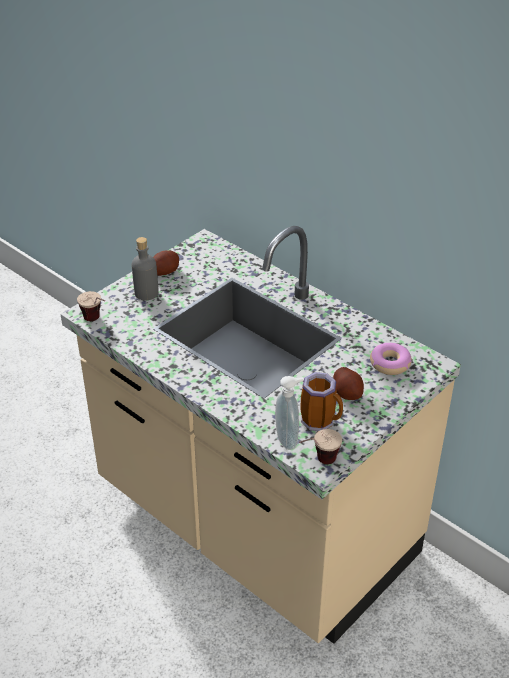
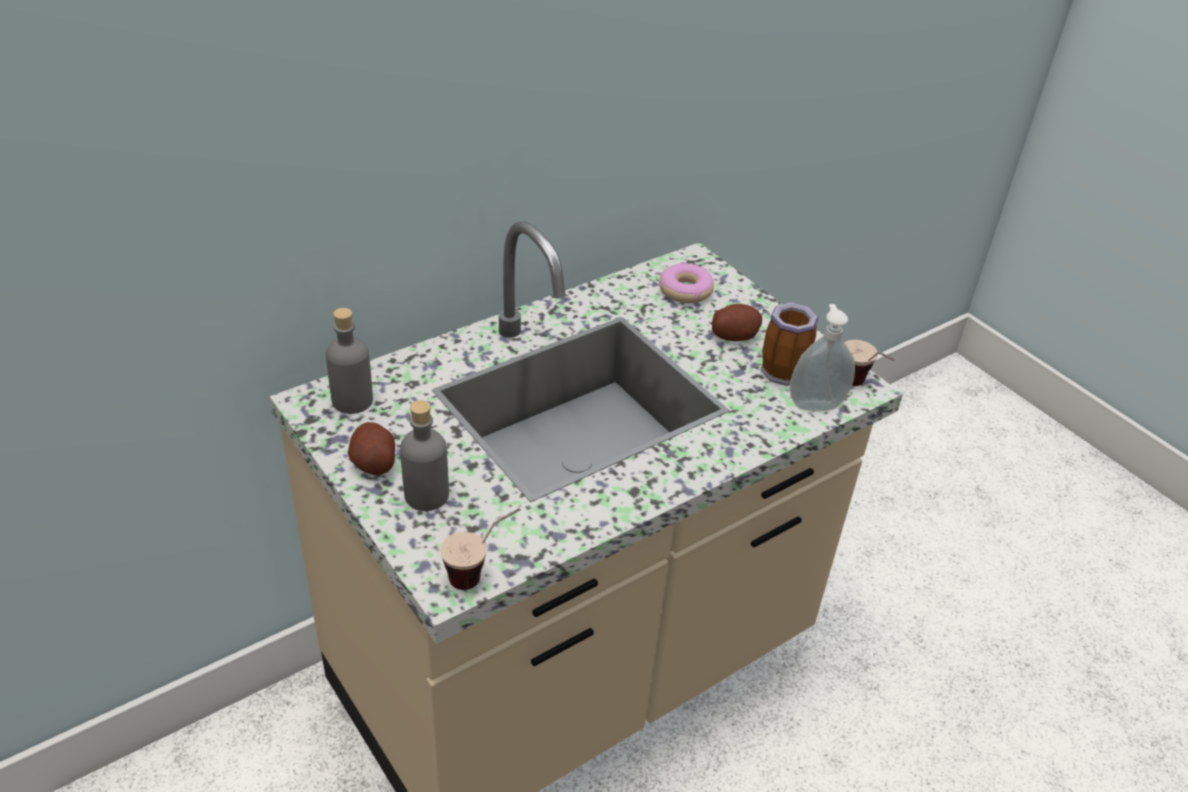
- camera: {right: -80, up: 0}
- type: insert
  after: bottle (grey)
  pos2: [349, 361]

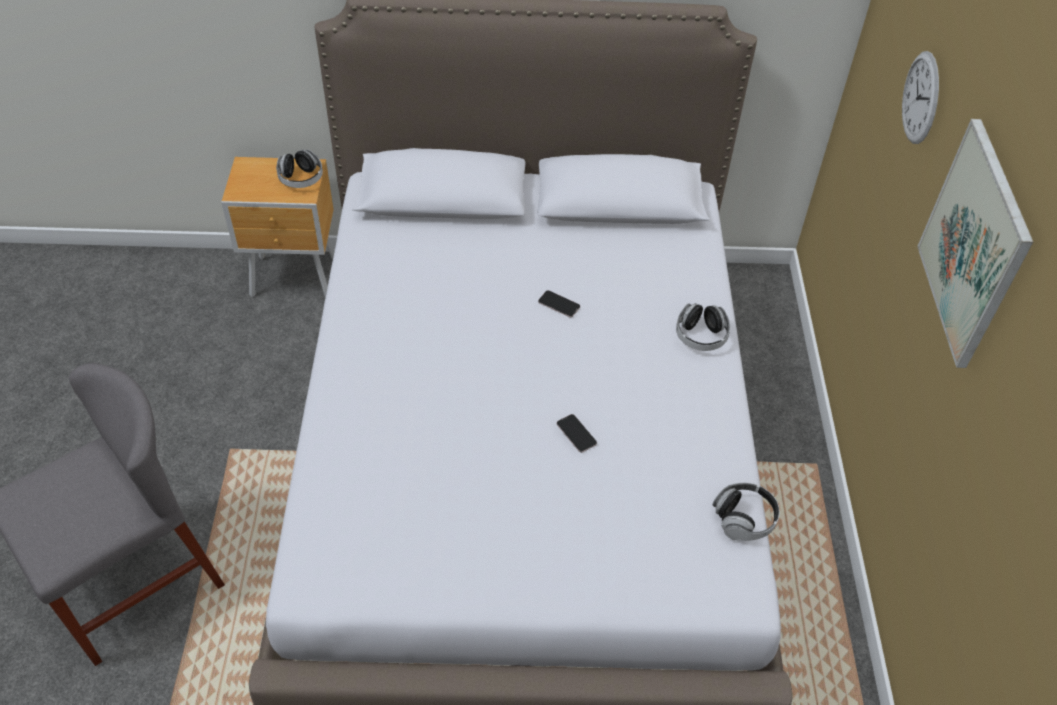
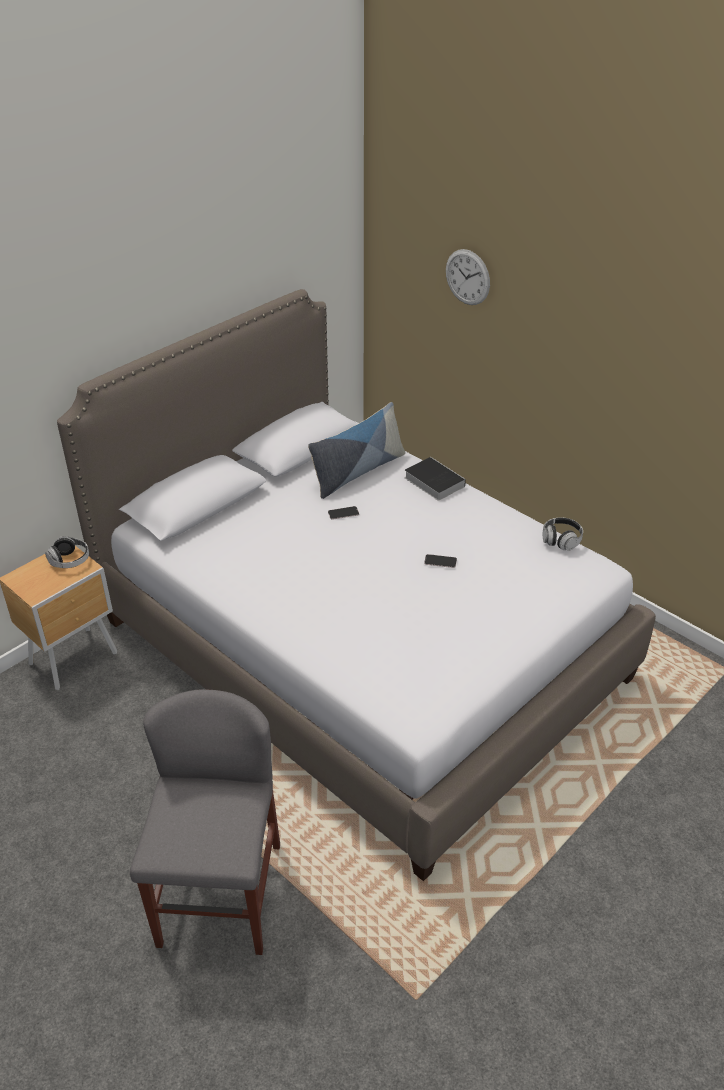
- camera: {right: -45, up: -10}
- type: insert
  after: pillow
  pos2: [356, 450]
- type: replace
  before: headphones
  after: book
  pos1: [703, 327]
  pos2: [435, 479]
- type: delete
  before: picture
  pos1: [975, 243]

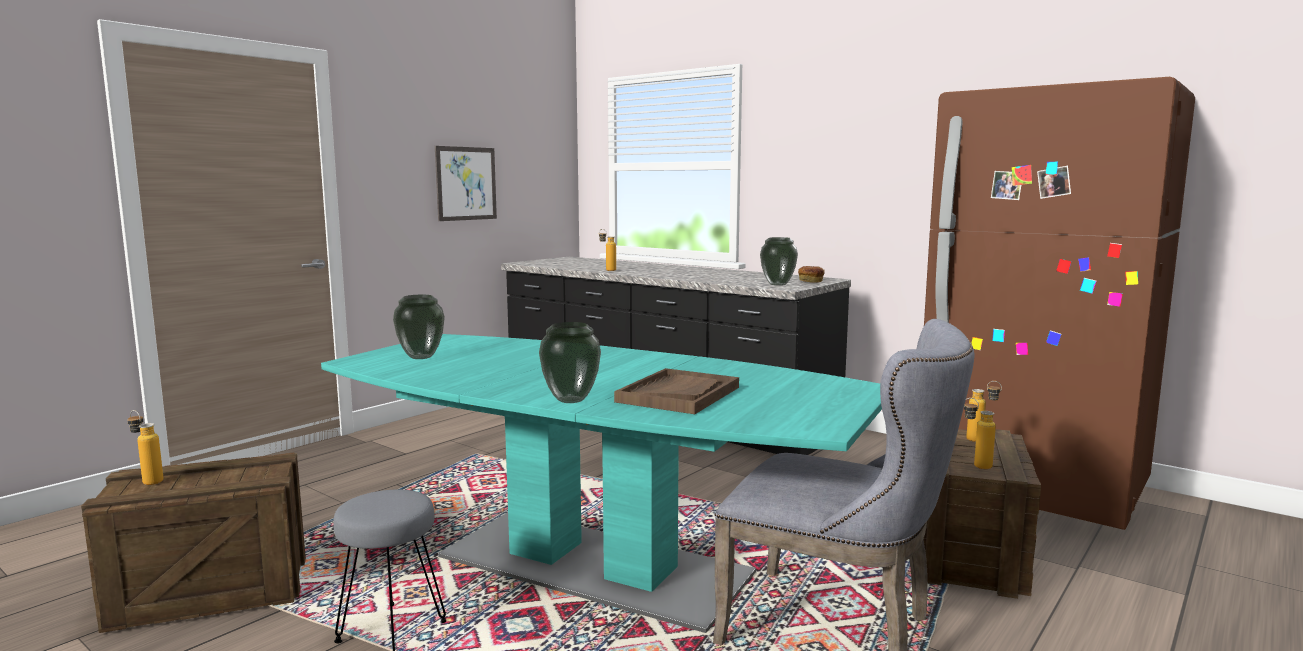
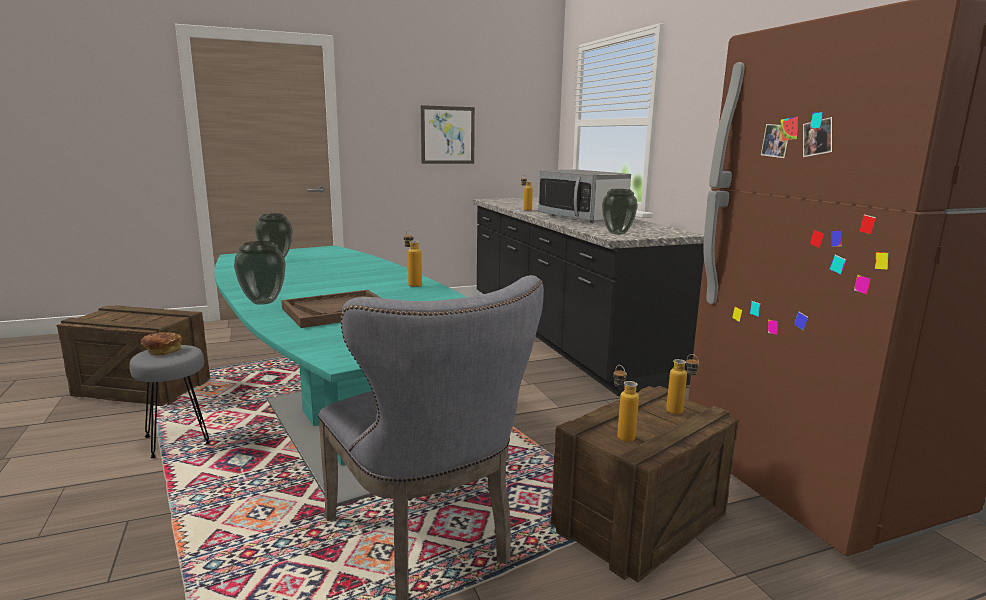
- camera: {right: 30, up: 5}
- type: move
  before: bread
  pos1: [811, 274]
  pos2: [161, 344]
- type: move
  before: bottle
  pos1: [145, 447]
  pos2: [413, 258]
- type: insert
  after: microwave
  pos2: [584, 196]

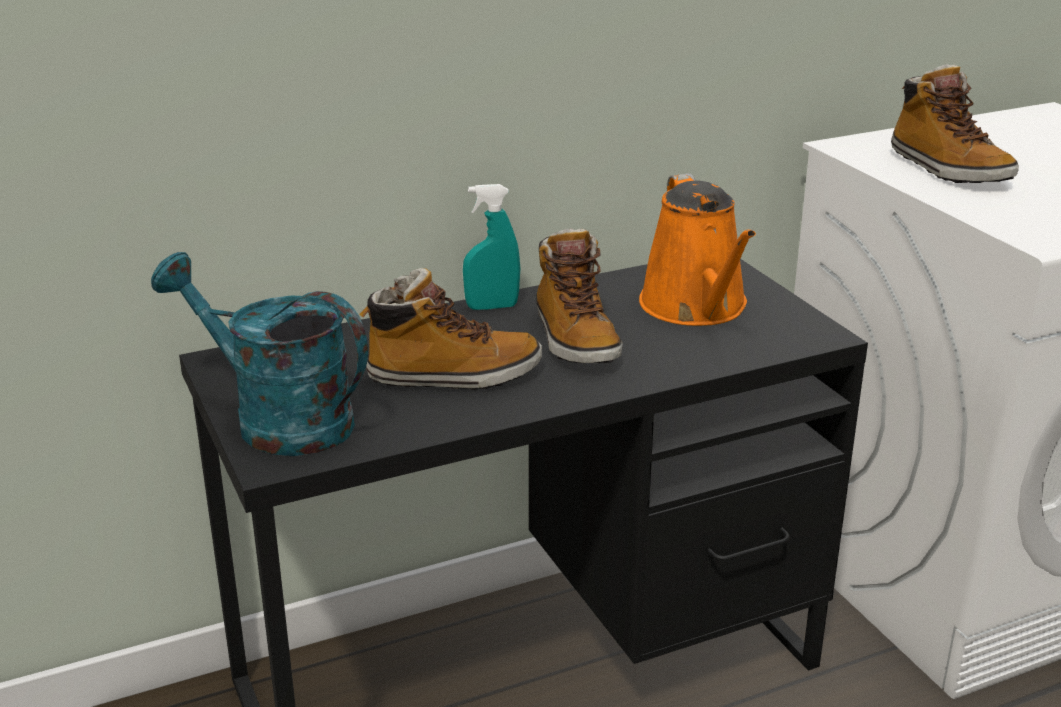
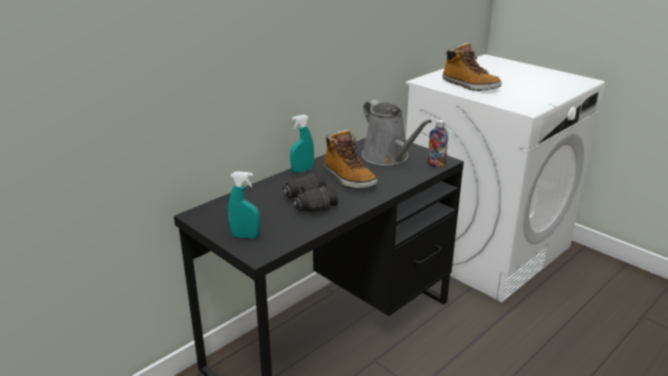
- camera: {right: -20, up: 0}
- type: replace
  before: watering can (turquoise)
  after: spray bottle (turquoise)
  pos1: [259, 354]
  pos2: [244, 204]
- type: replace
  before: boot
  after: binoculars (black)
  pos1: [451, 329]
  pos2: [310, 192]
- type: recolor
  before: watering can (orange)
  after: watering can (grey)
  pos1: [697, 249]
  pos2: [397, 133]
- type: insert
  after: bottle
  pos2: [438, 144]

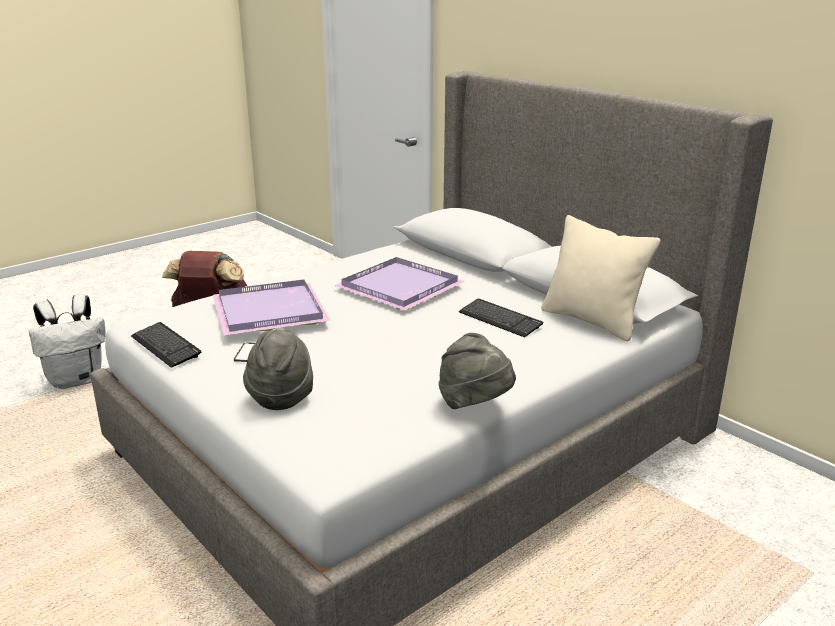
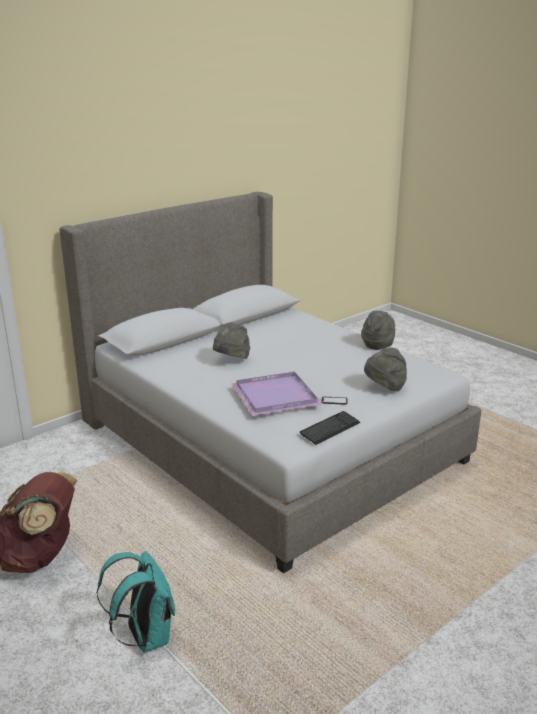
- camera: {right: -90, up: 0}
- type: recolor
  before: backpack (white)
  after: backpack (turquoise)
  pos1: [67, 341]
  pos2: [136, 601]
- type: replace
  before: tray (purple)
  after: hat (grey)
  pos1: [399, 284]
  pos2: [231, 341]
- type: delete
  before: keyboard
  pos1: [501, 318]
- type: delete
  before: pillow (beige)
  pos1: [601, 278]

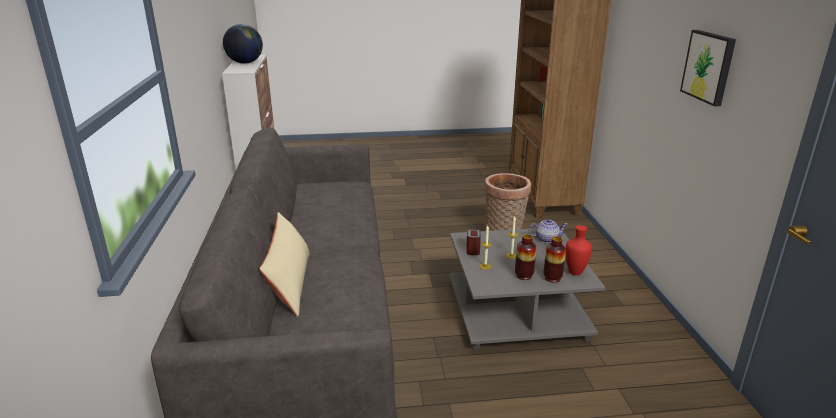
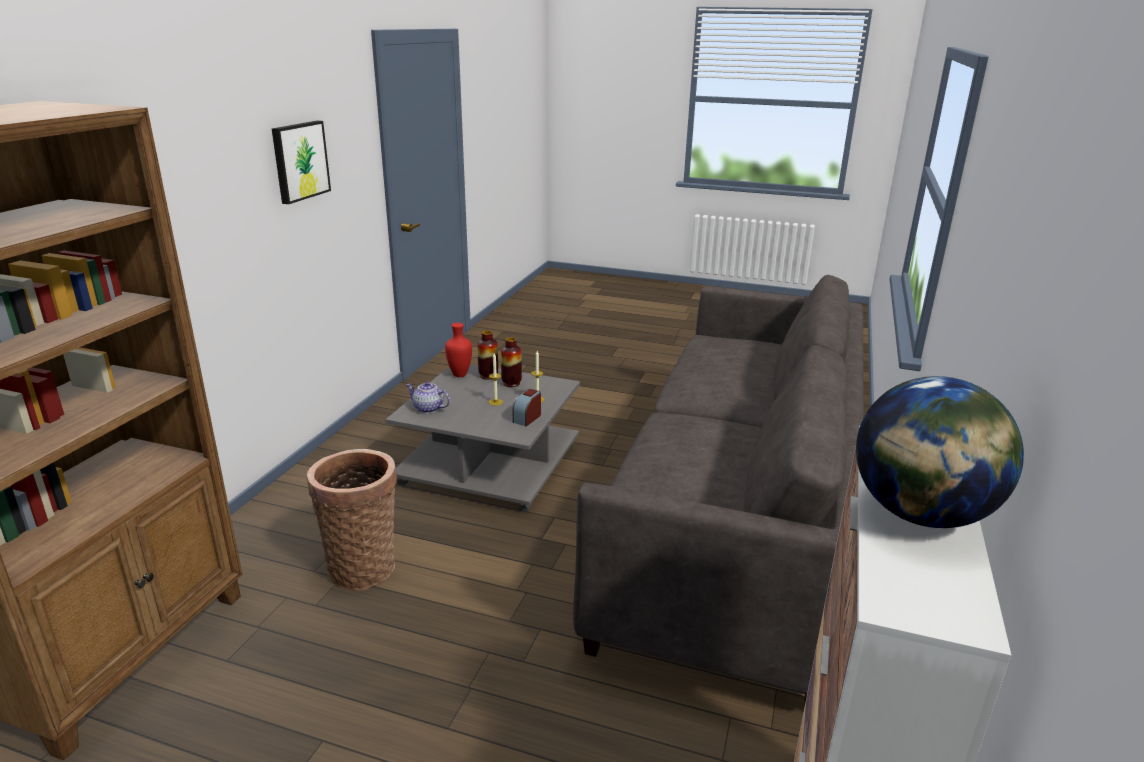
- camera: {right: -155, up: 0}
- type: delete
  before: pillow (beige)
  pos1: [284, 264]

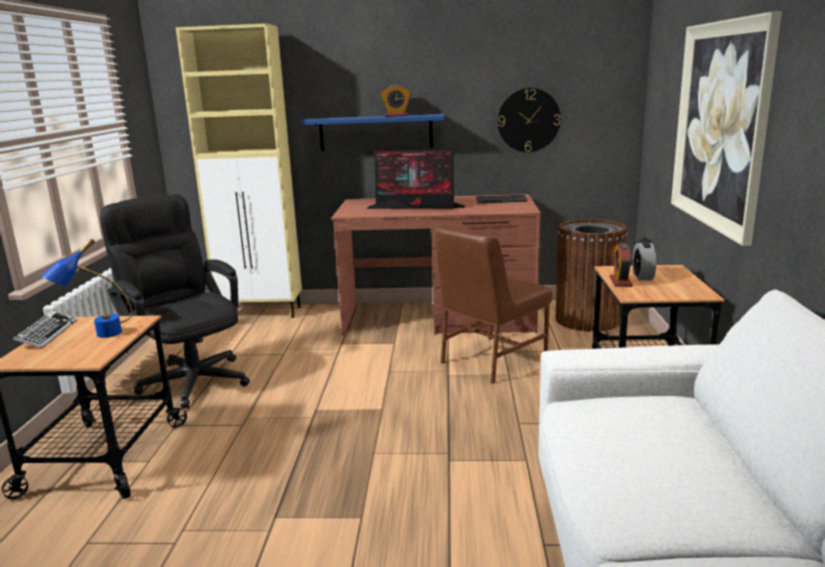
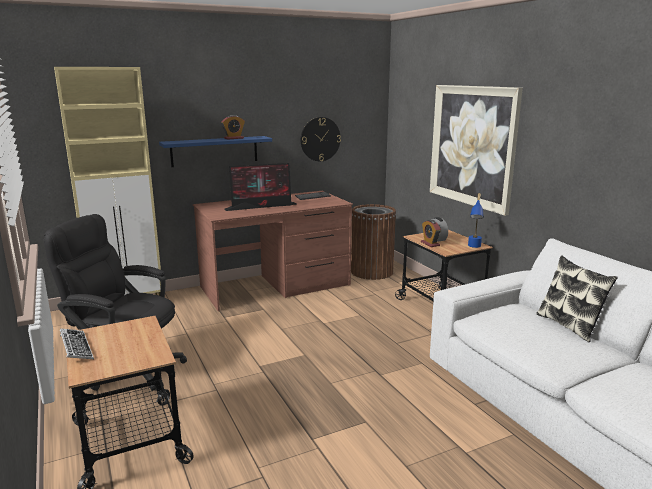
- camera: {right: -30, up: 0}
- type: move
  before: table lamp (blue)
  pos1: [86, 288]
  pos2: [475, 220]
- type: insert
  after: pillow
  pos2: [577, 298]
- type: delete
  before: chair (brown)
  pos1: [493, 305]

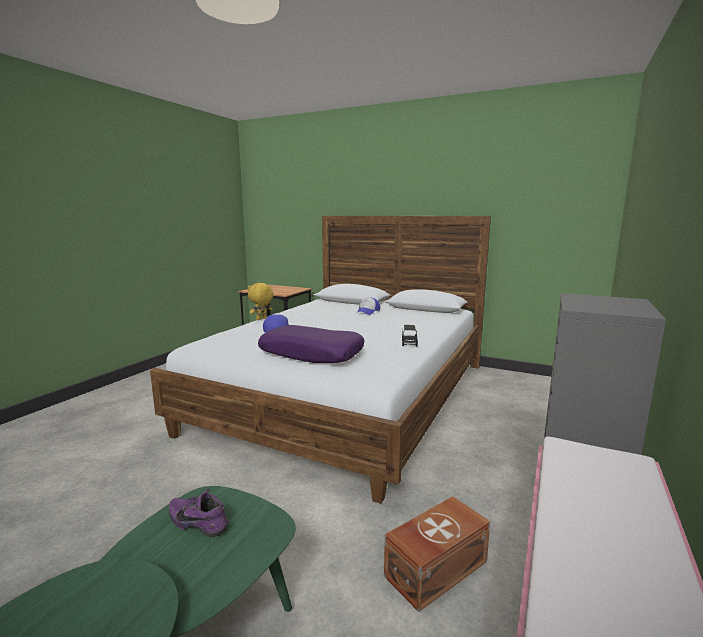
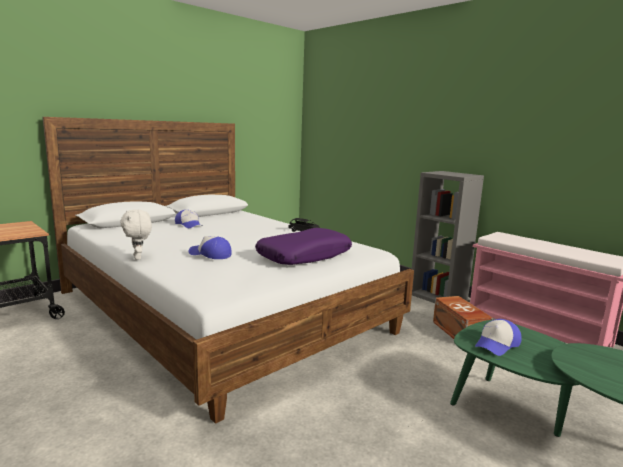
- camera: {right: -70, up: 0}
- type: recolor
  before: plush toy (yellow)
  after: plush toy (white)
  pos1: [261, 301]
  pos2: [136, 234]
- type: replace
  before: shoe (purple)
  after: cap
  pos1: [199, 513]
  pos2: [498, 337]

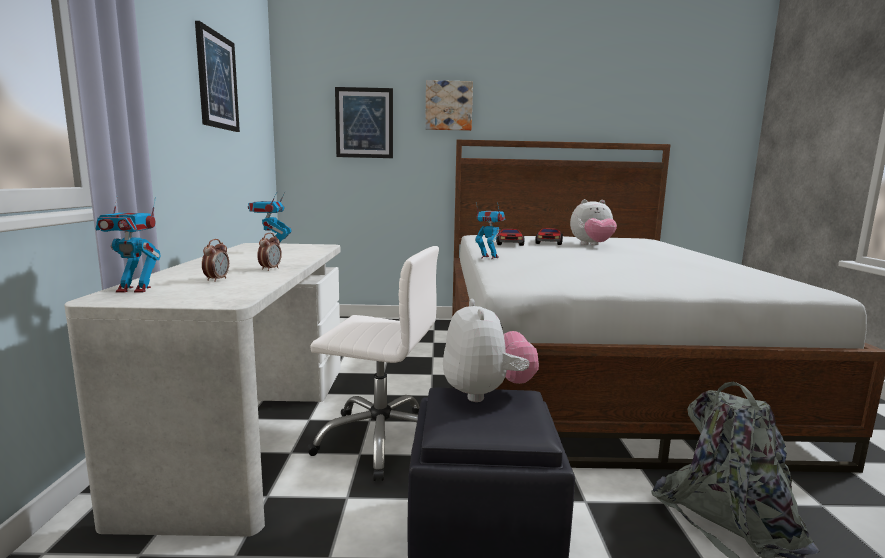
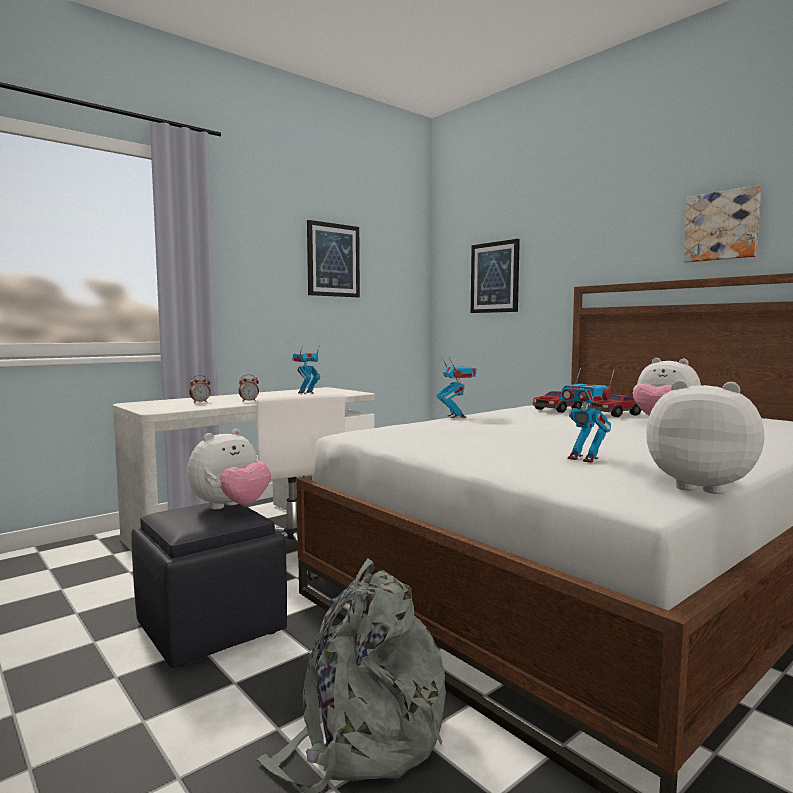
- camera: {right: 50, up: -5}
- type: move
  before: toy robot
  pos1: [128, 244]
  pos2: [587, 415]
- type: insert
  after: plush toy
  pos2: [705, 437]
- type: move
  before: picture
  pos1: [449, 105]
  pos2: [722, 224]

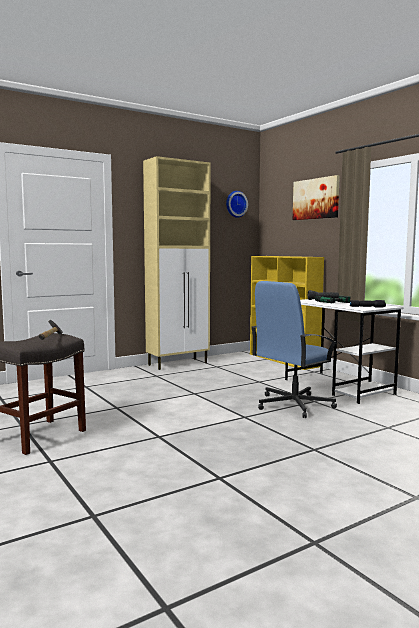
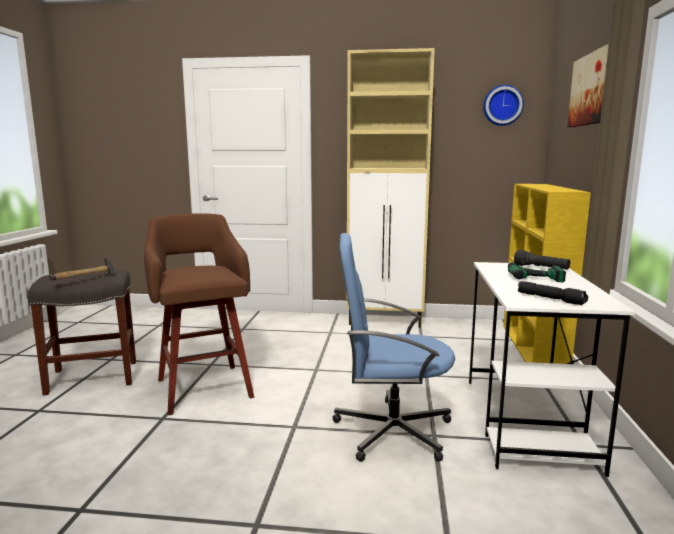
- camera: {right: 40, up: 5}
- type: insert
  after: stool (brown)
  pos2: [199, 314]

